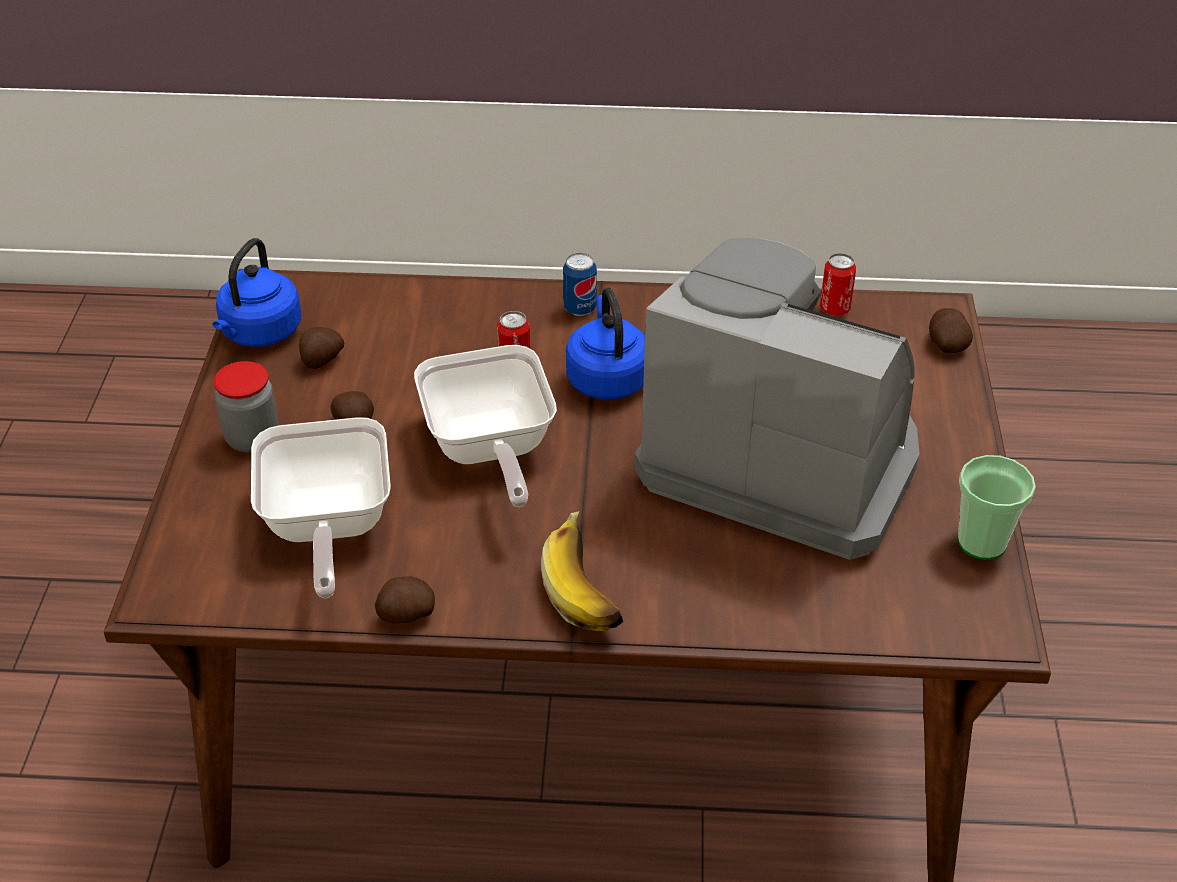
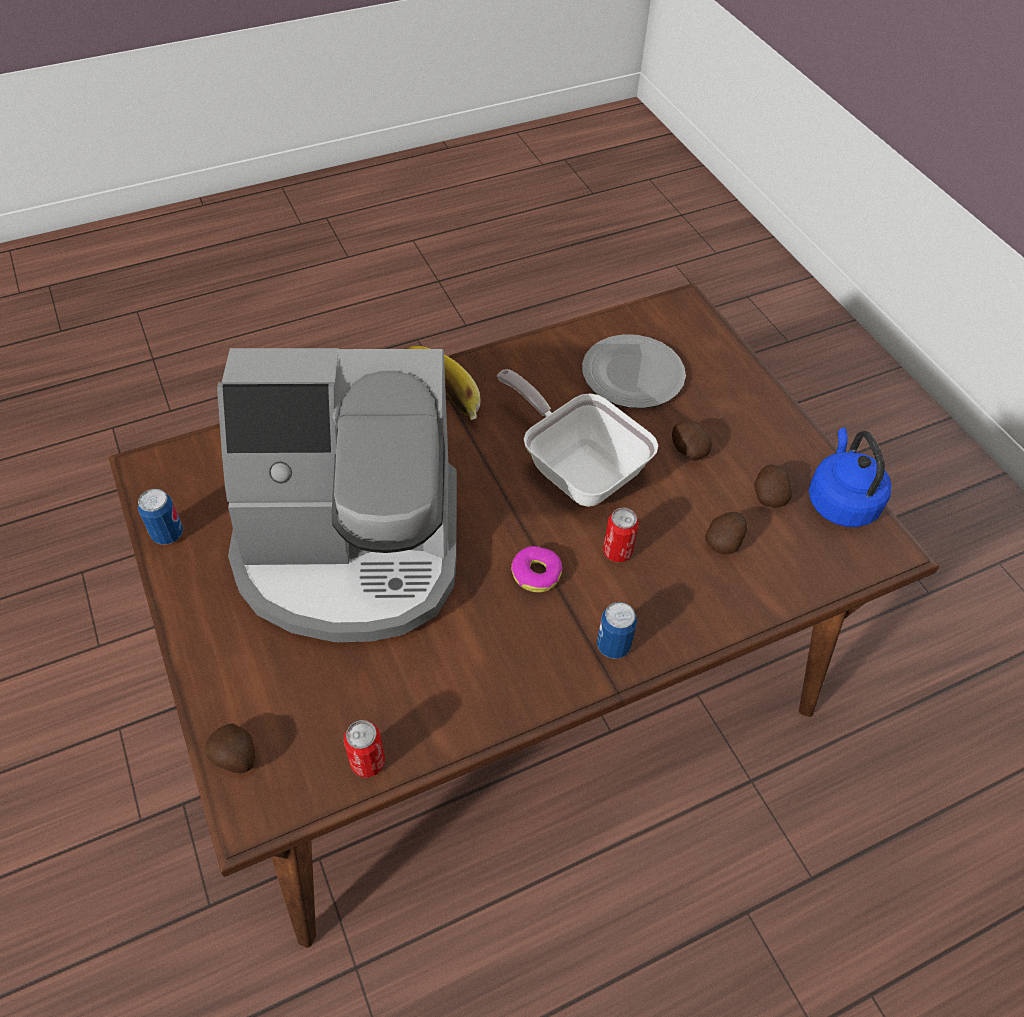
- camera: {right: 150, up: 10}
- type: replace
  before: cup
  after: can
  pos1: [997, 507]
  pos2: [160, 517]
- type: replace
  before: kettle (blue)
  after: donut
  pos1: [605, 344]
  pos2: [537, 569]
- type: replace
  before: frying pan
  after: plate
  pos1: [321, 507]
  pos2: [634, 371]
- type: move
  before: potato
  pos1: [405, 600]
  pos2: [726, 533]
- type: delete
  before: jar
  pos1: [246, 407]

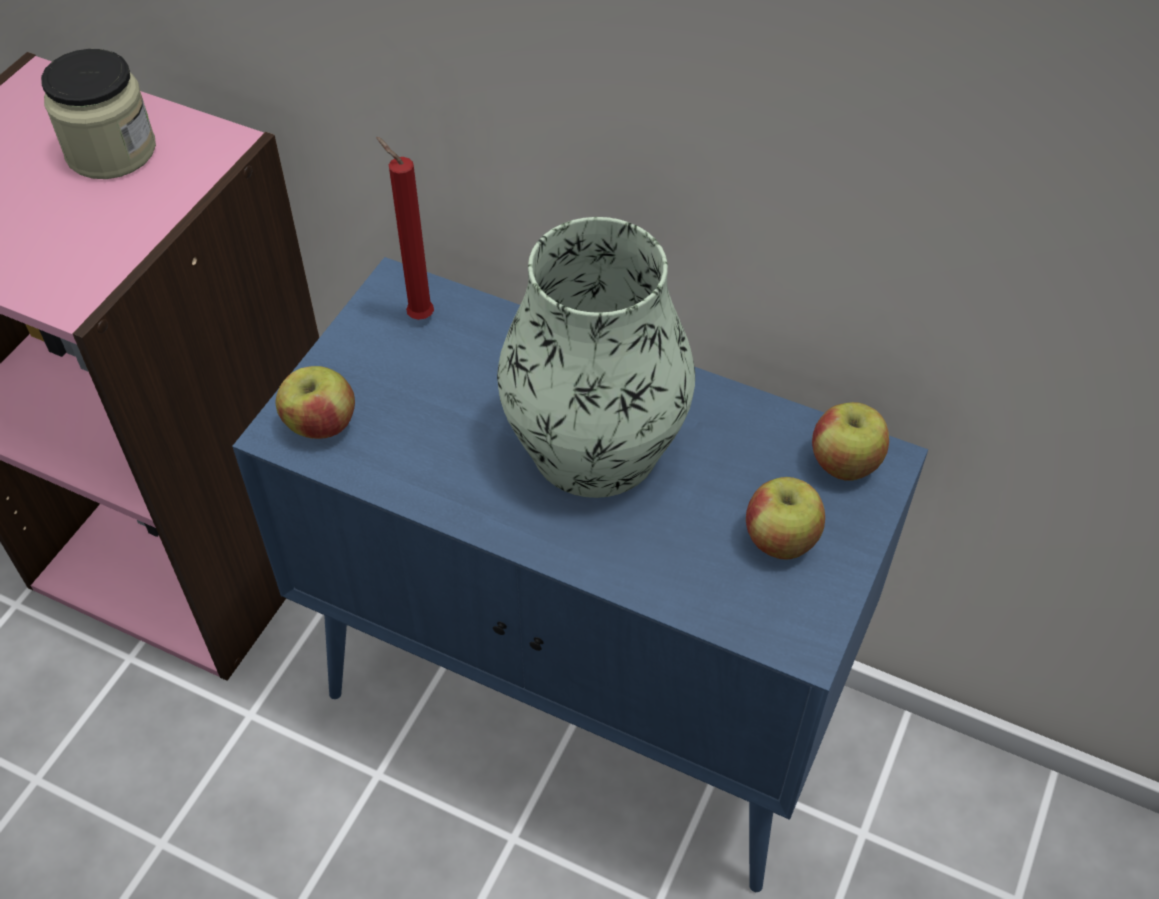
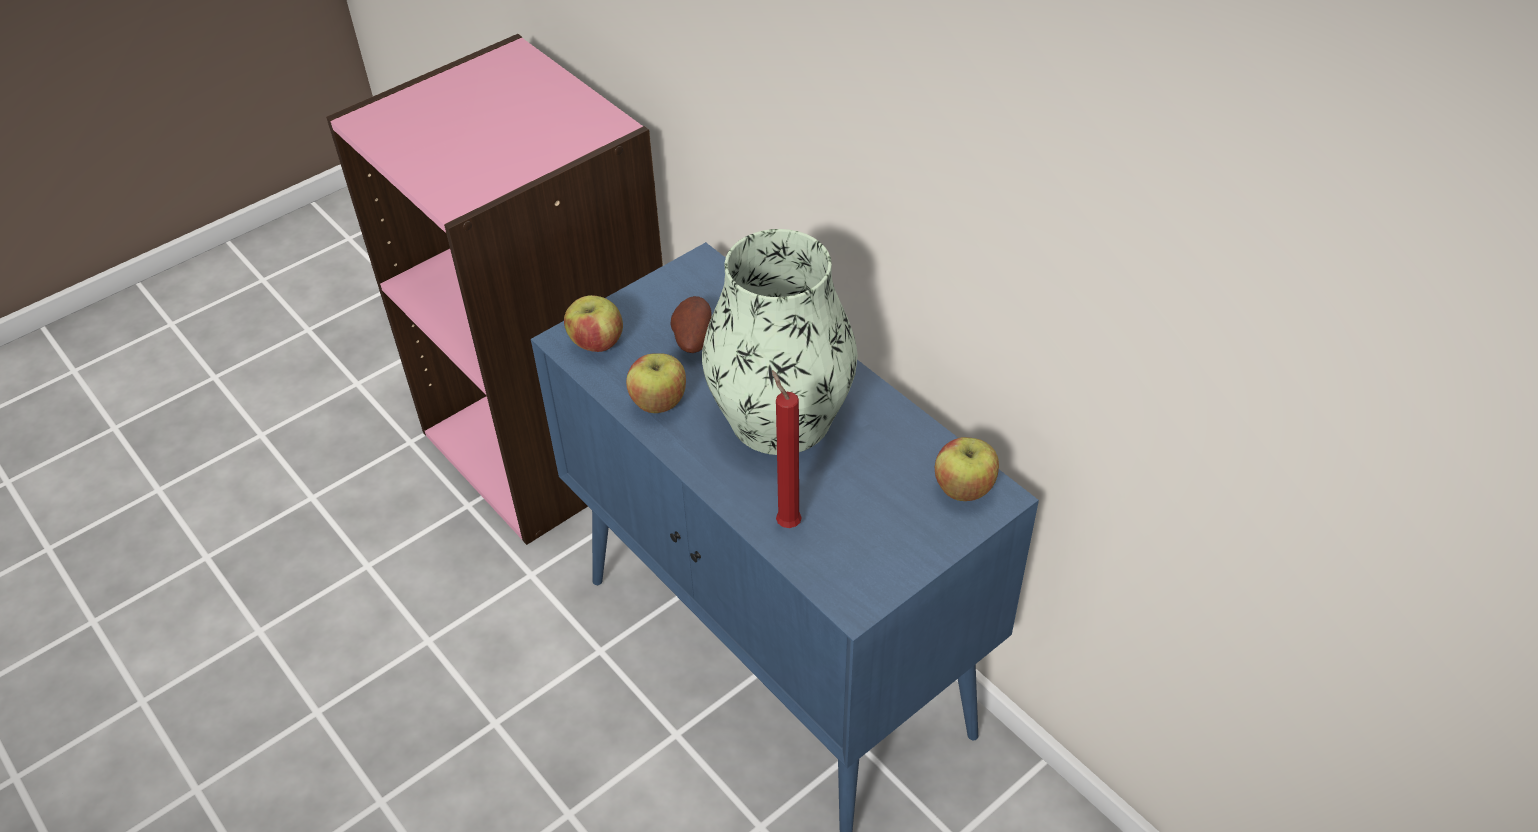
- camera: {right: 25, up: -5}
- type: move
  before: apple
  pos1: [785, 518]
  pos2: [656, 383]
- type: insert
  after: potato
  pos2: [691, 324]
- type: move
  before: candle (red)
  pos1: [405, 228]
  pos2: [787, 449]
- type: delete
  before: jar
  pos1: [98, 114]

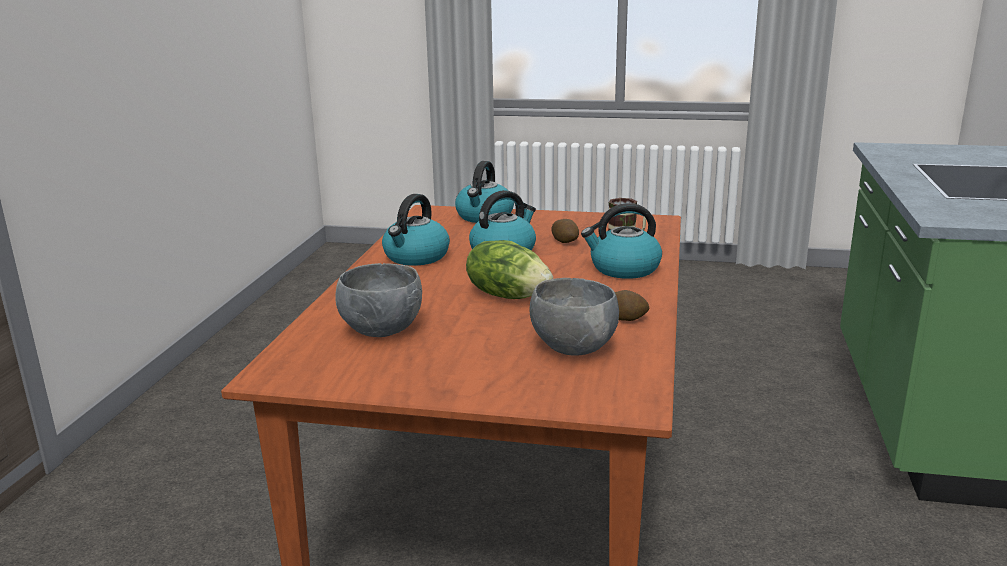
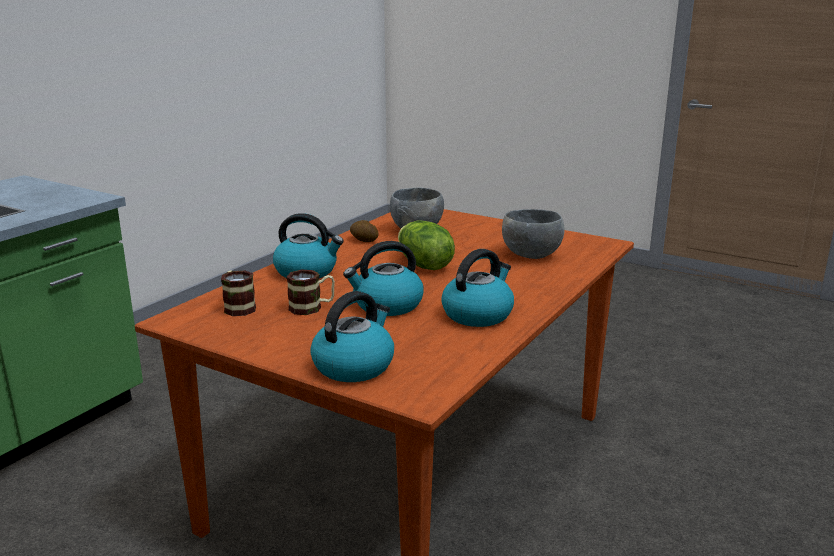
- camera: {right: -160, up: 0}
- type: replace
  before: potato
  after: mug
  pos1: [565, 231]
  pos2: [311, 292]

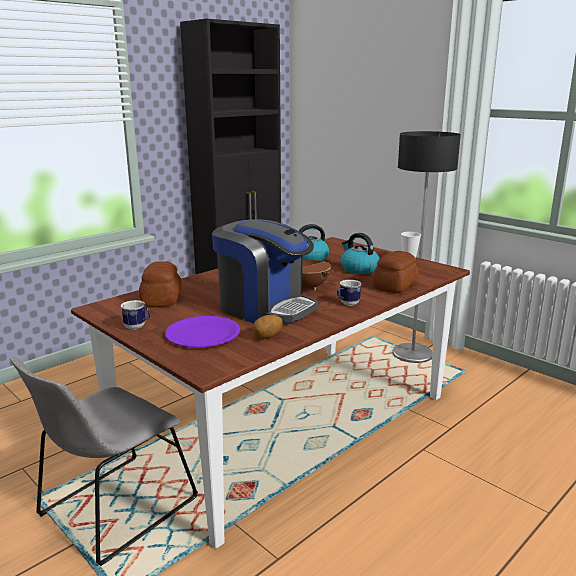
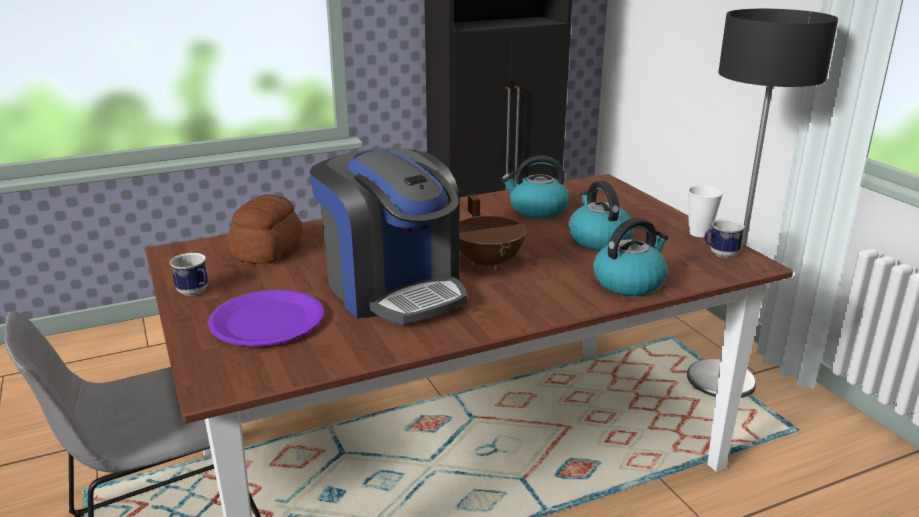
- camera: {right: 20, up: 5}
- type: replace
  before: bread
  after: kettle
  pos1: [395, 272]
  pos2: [630, 257]
- type: move
  before: mug
  pos1: [349, 293]
  pos2: [725, 238]
- type: delete
  before: potato
  pos1: [268, 327]

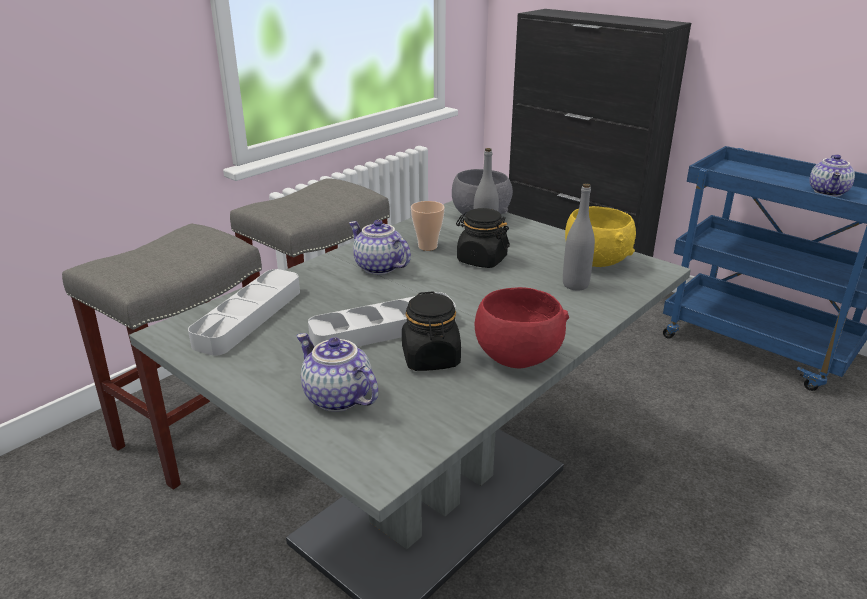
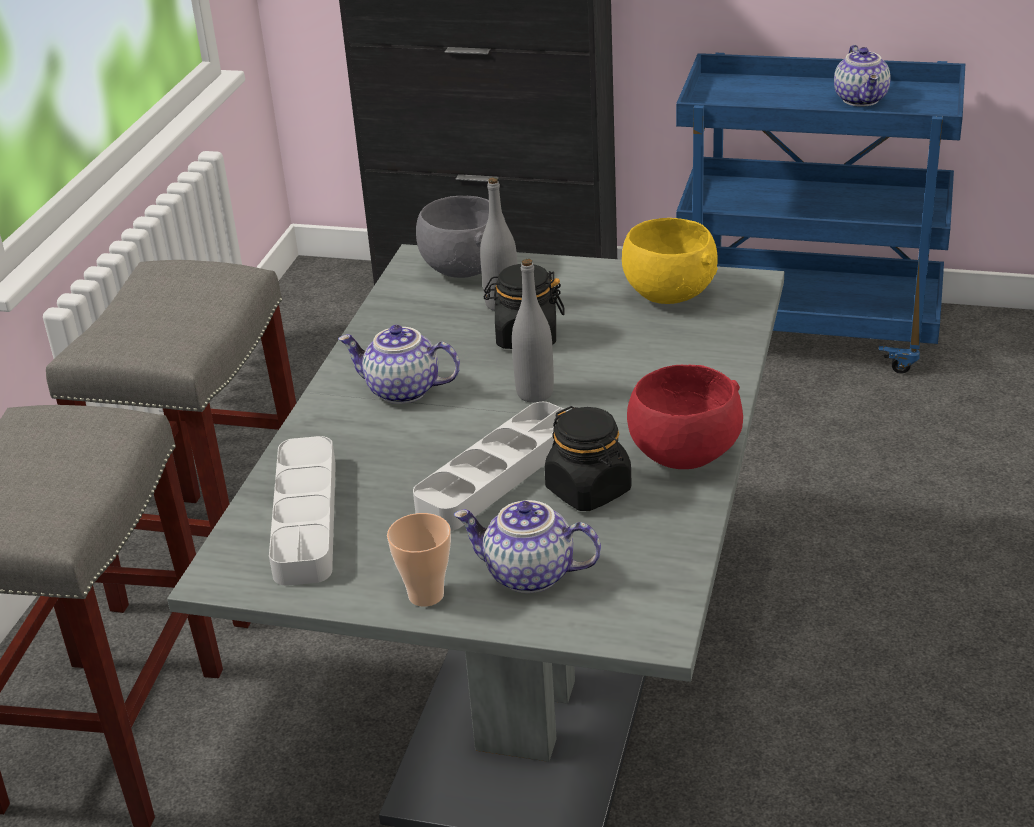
- camera: {right: -25, up: 5}
- type: move
  before: cup
  pos1: [428, 226]
  pos2: [419, 560]
- type: move
  before: bottle (grey)
  pos1: [579, 237]
  pos2: [533, 331]

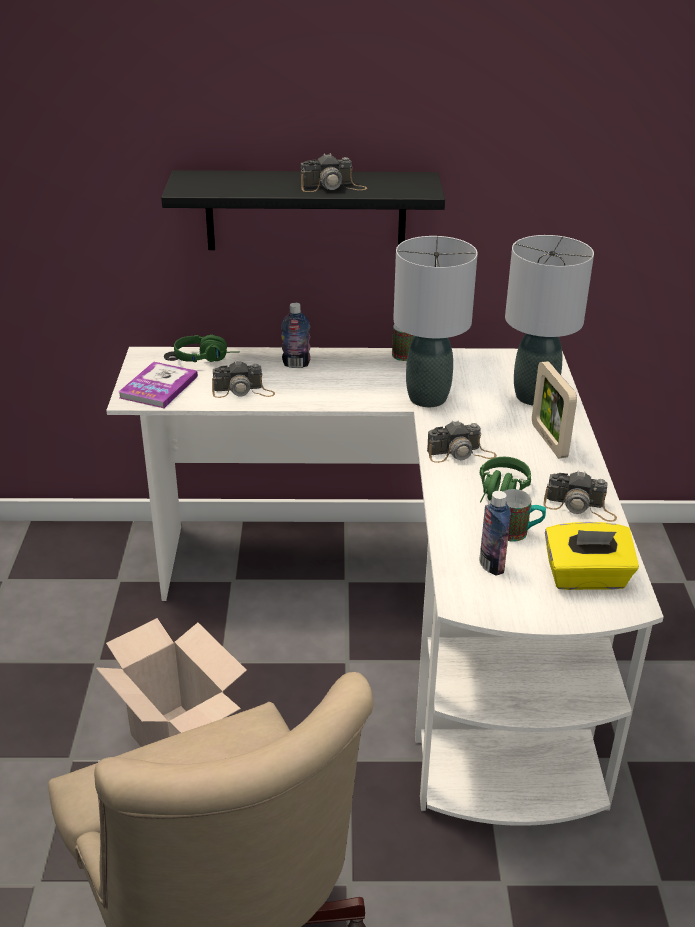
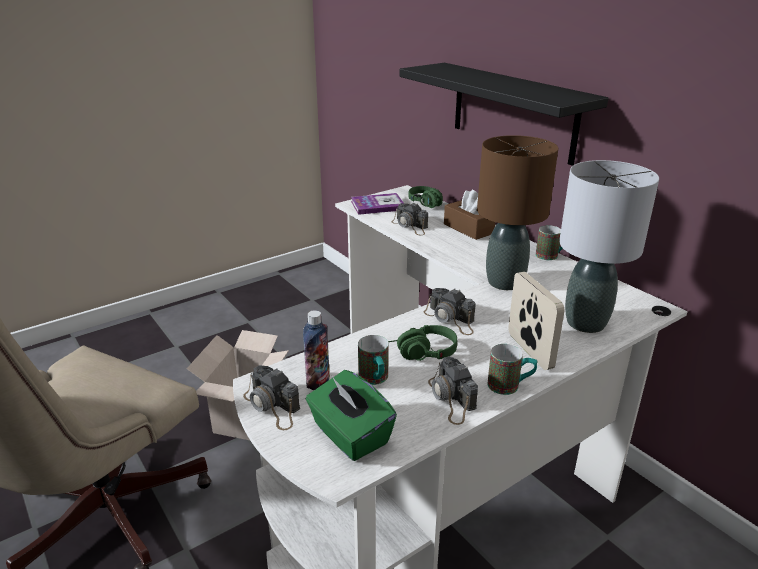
- camera: {right: 55, up: -5}
- type: move
  before: photo camera
  pos1: [334, 173]
  pos2: [271, 397]
- type: recolor
  before: tissue box (yellow)
  after: tissue box (green)
  pos1: [592, 556]
  pos2: [351, 415]
- type: replace
  before: bottle
  after: tissue box (brown)
  pos1: [296, 335]
  pos2: [469, 215]
- type: recolor
  before: table lamp (grey)
  after: table lamp (brown)
  pos1: [435, 321]
  pos2: [517, 212]
- type: insert
  after: mug
  pos2: [512, 369]
- type: rotate
  before: picture frame
  pos1: [554, 410]
  pos2: [536, 321]
  turn: 120

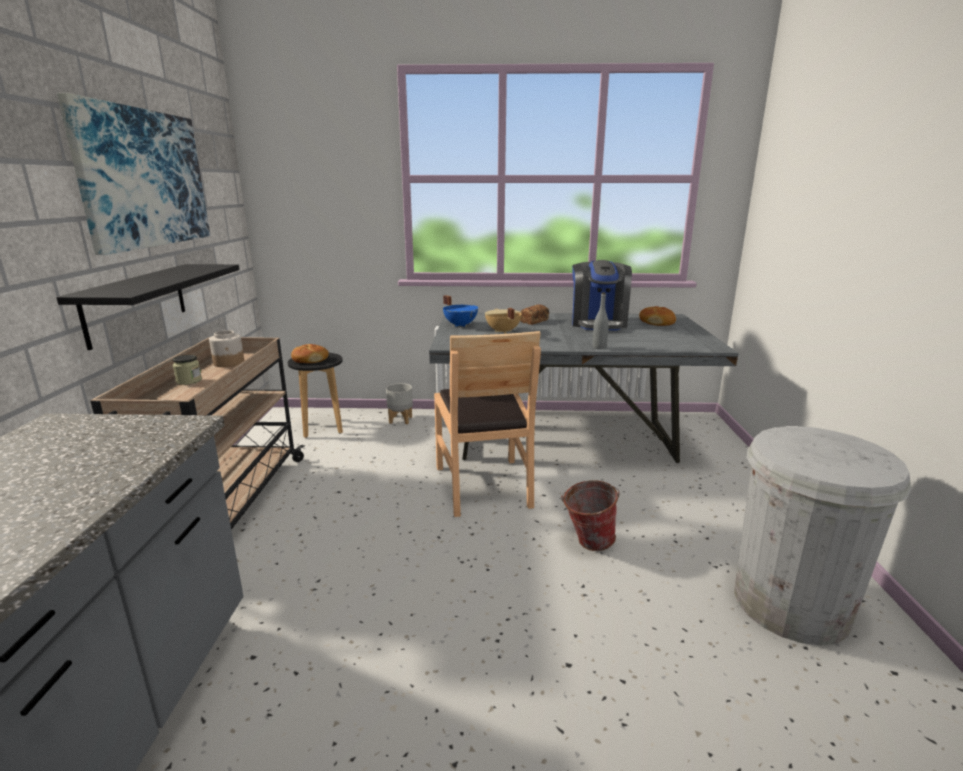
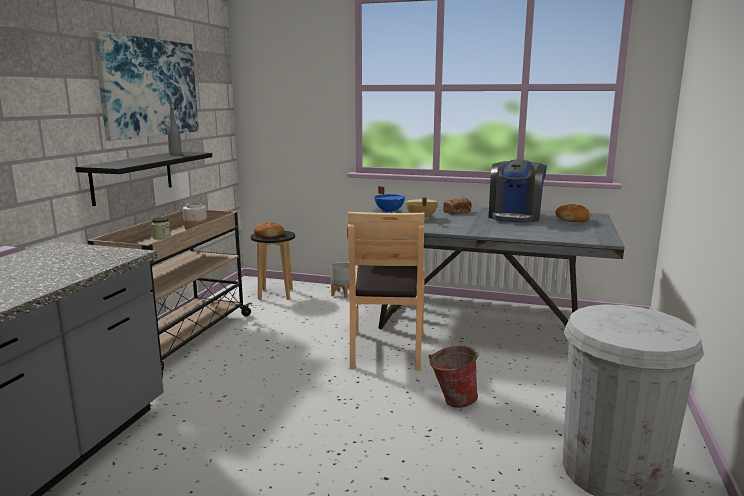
- camera: {right: 15, up: -5}
- type: move
  before: bottle (grey)
  pos1: [601, 320]
  pos2: [174, 131]

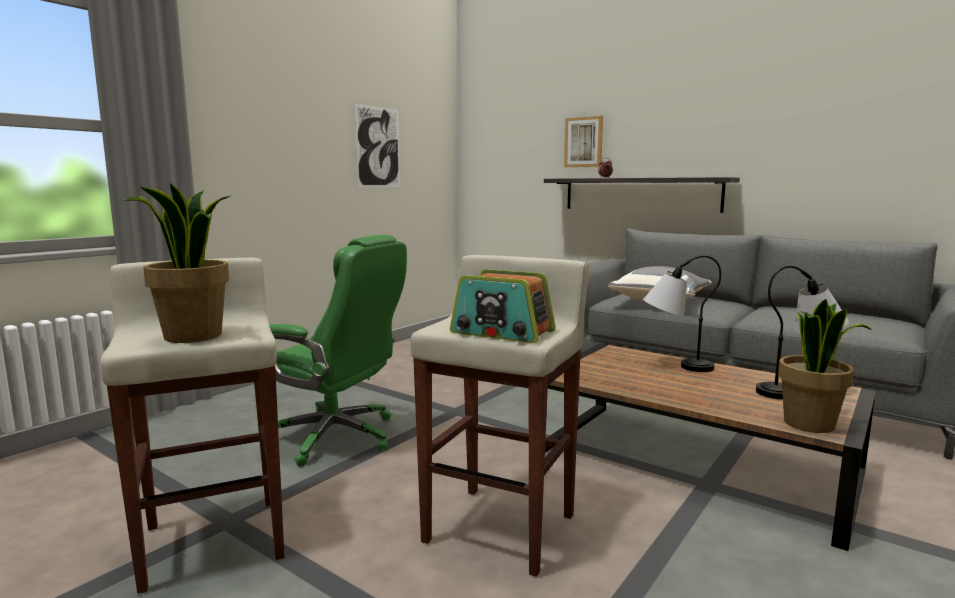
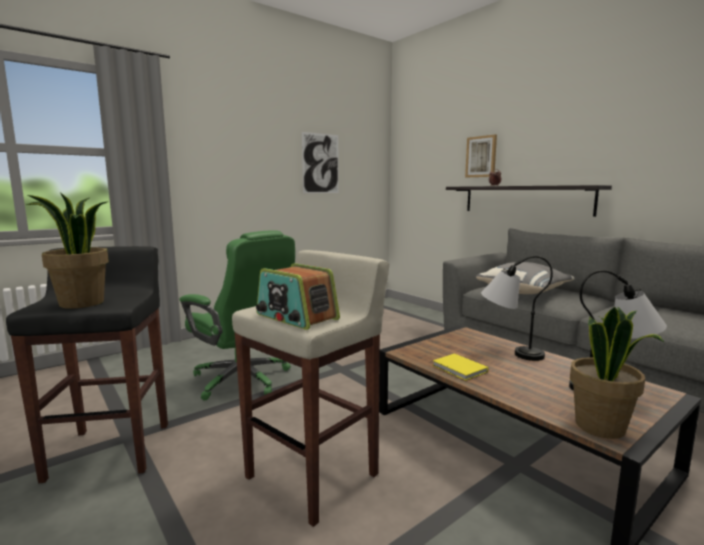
- camera: {right: 15, up: 0}
- type: recolor
  before: stool (beige)
  after: stool (black)
  pos1: [192, 426]
  pos2: [87, 364]
- type: insert
  after: book (yellow)
  pos2: [460, 367]

